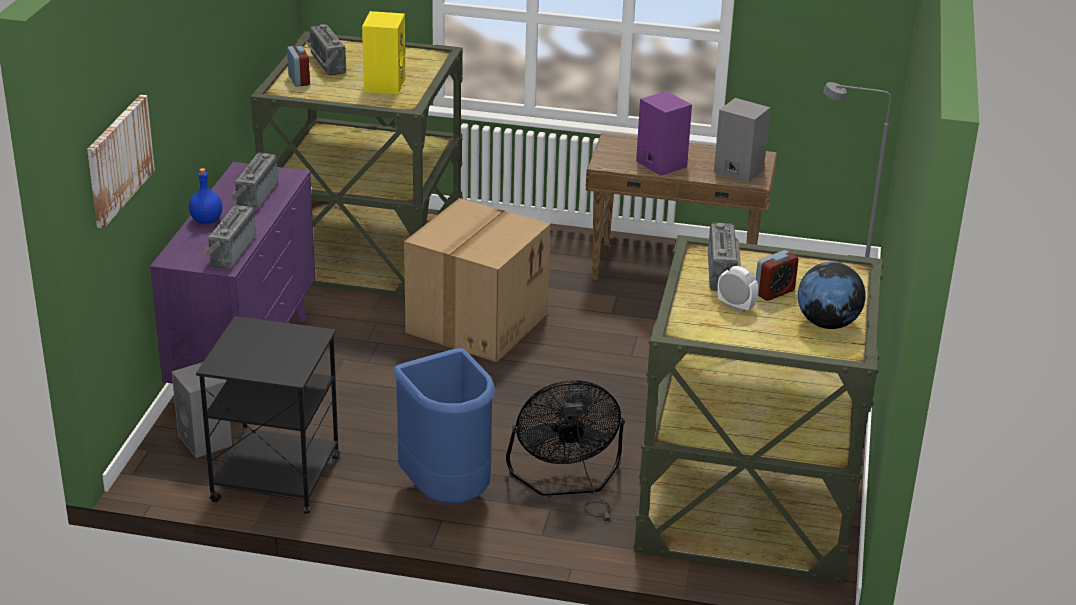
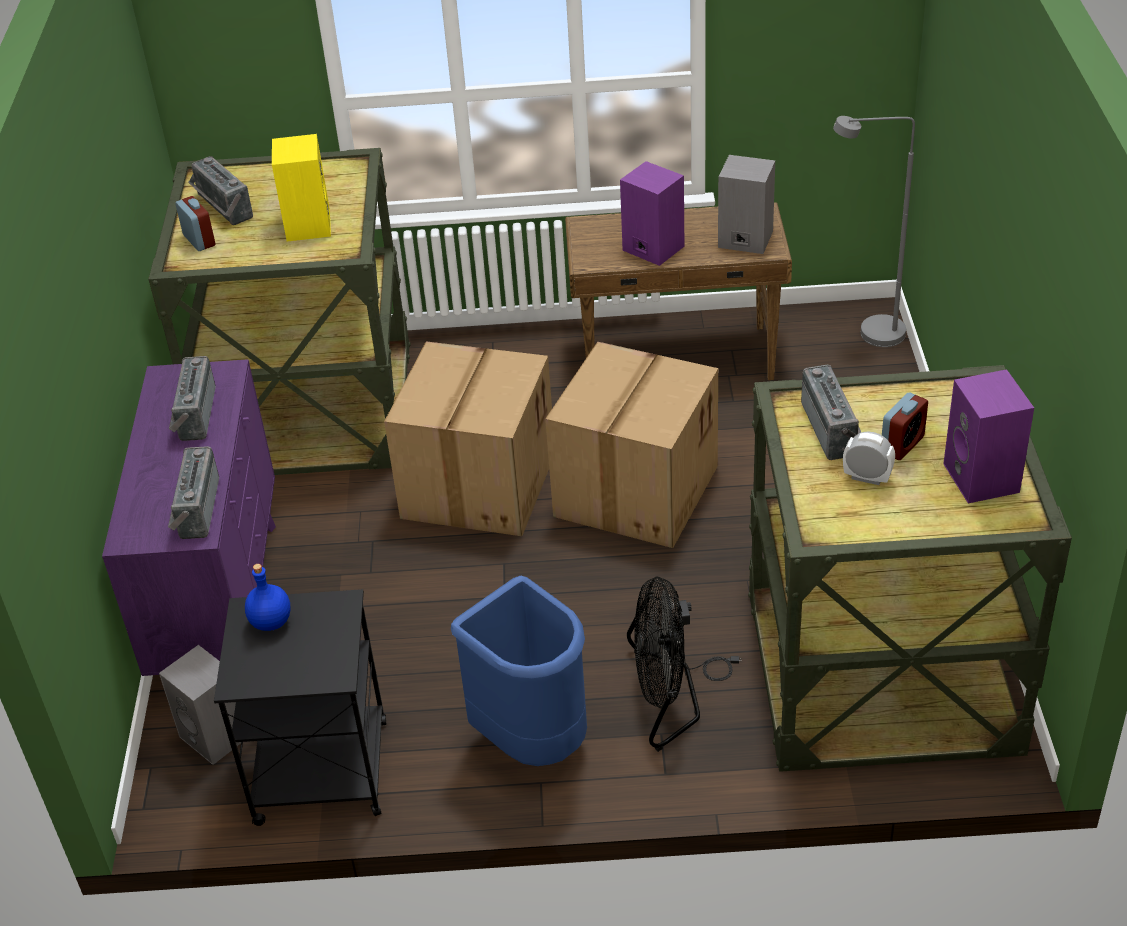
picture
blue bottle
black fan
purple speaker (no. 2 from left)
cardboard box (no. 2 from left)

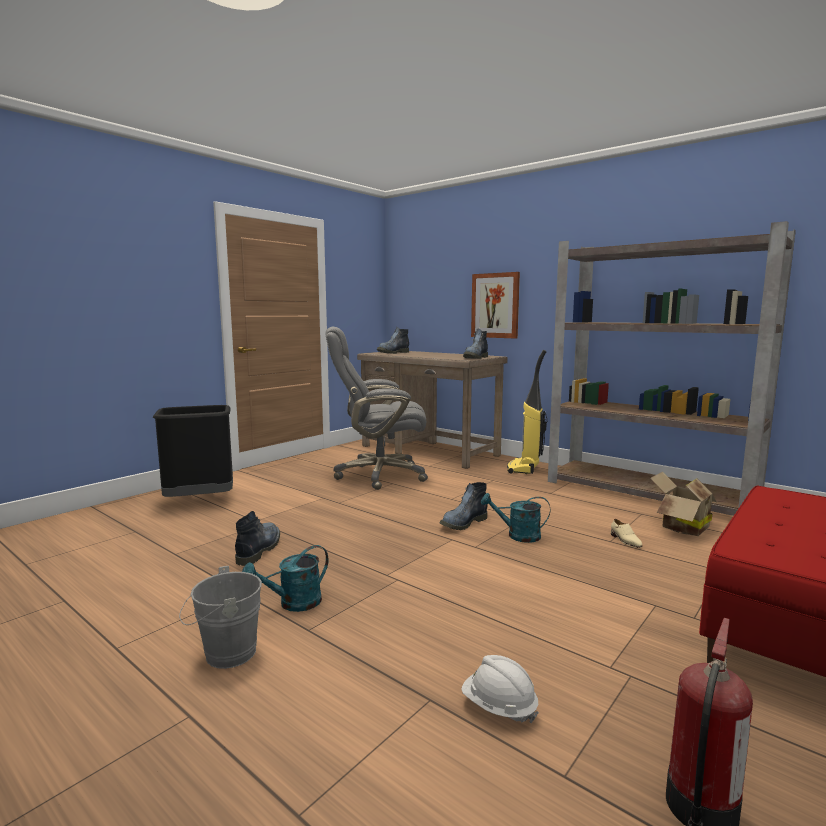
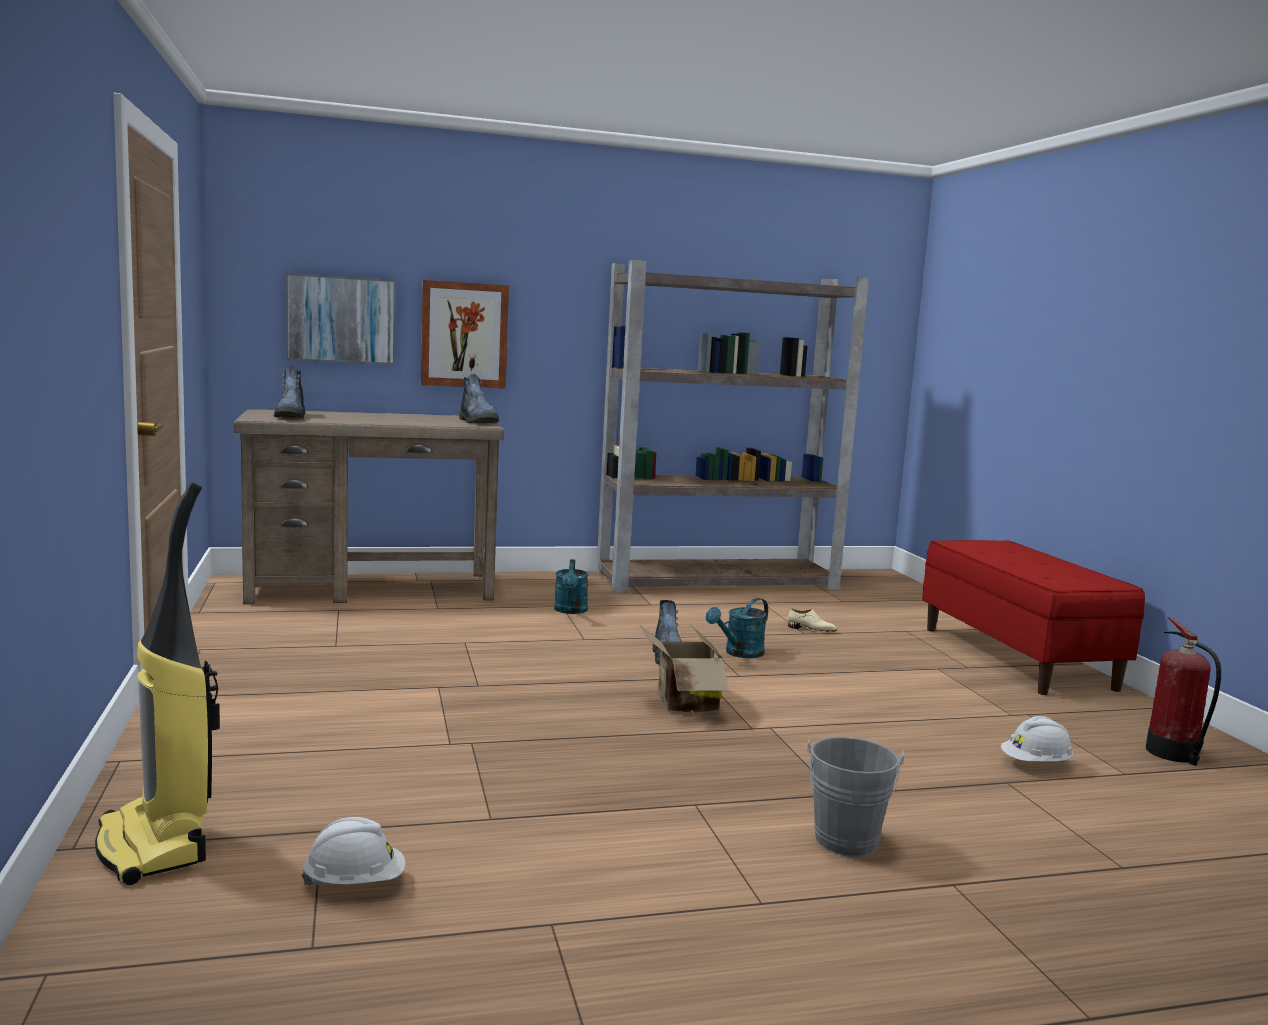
black trash can
boot (no. 1 from left in the first image)
turquoise watering can (no. 1 from left)
grey office chair
vacuum cleaner
cardboard box
picture (no. 1 from left)
white hard hat (no. 1 from left)

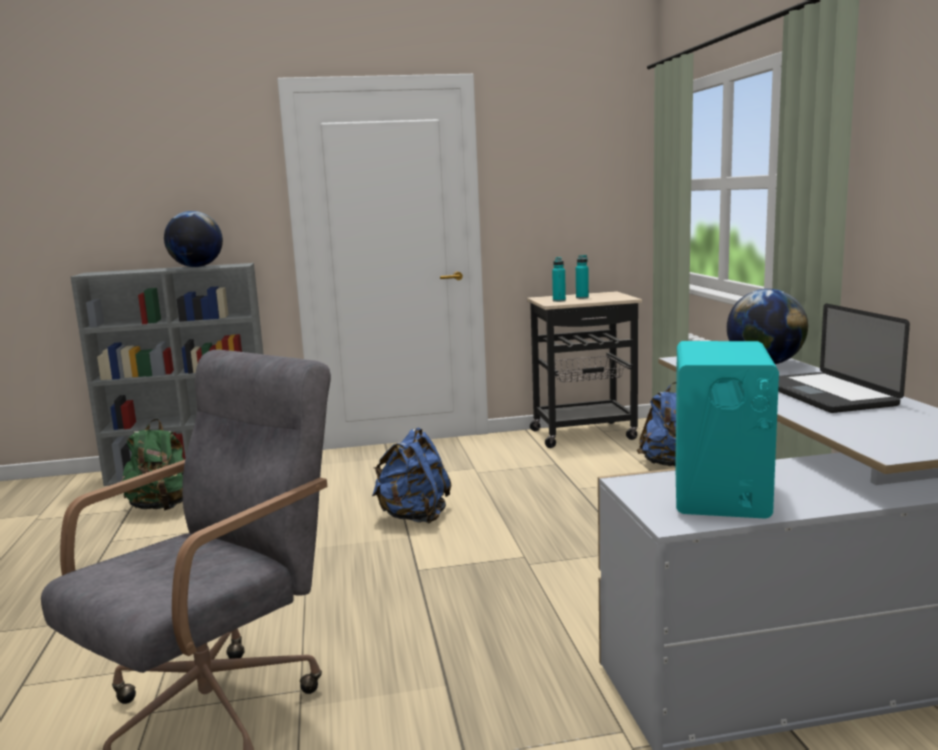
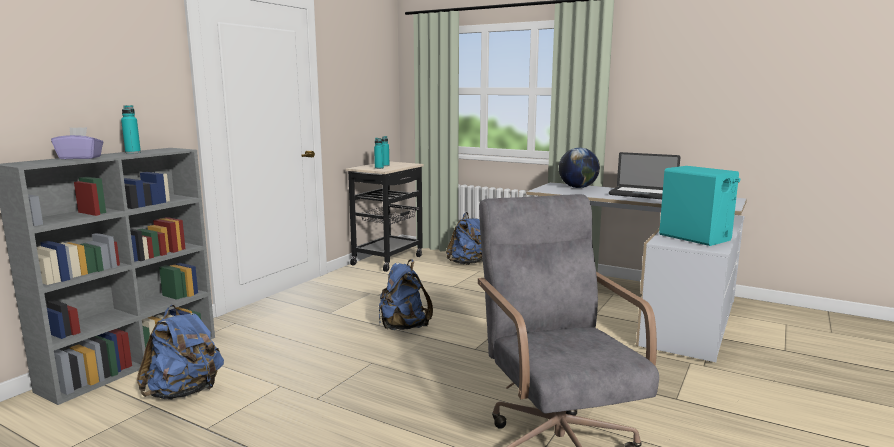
blue backpack (no. 1 from left)
turquoise bottle (no. 1 from left)
purple tissue box

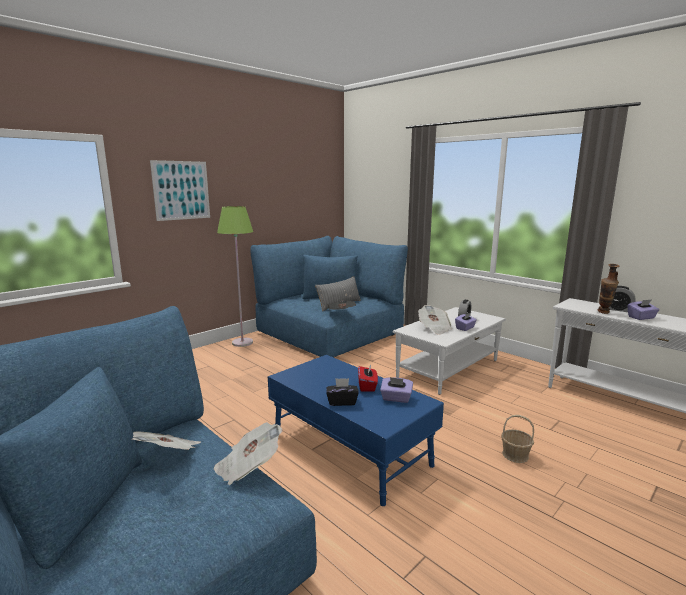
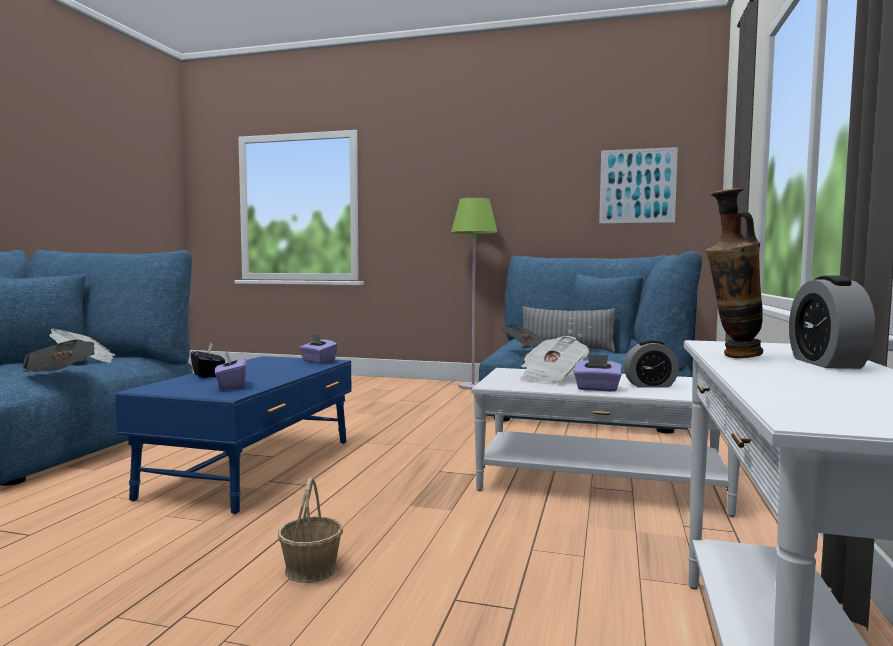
picture
red tissue box
purple tissue box (no. 2 from left)

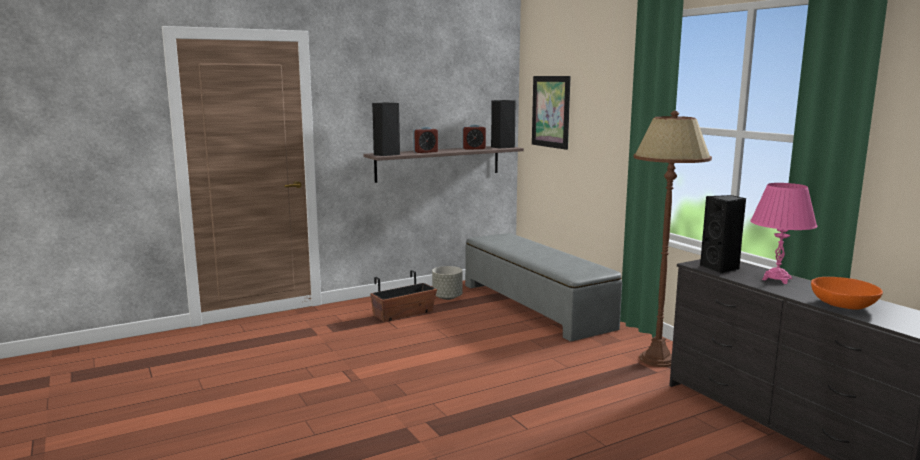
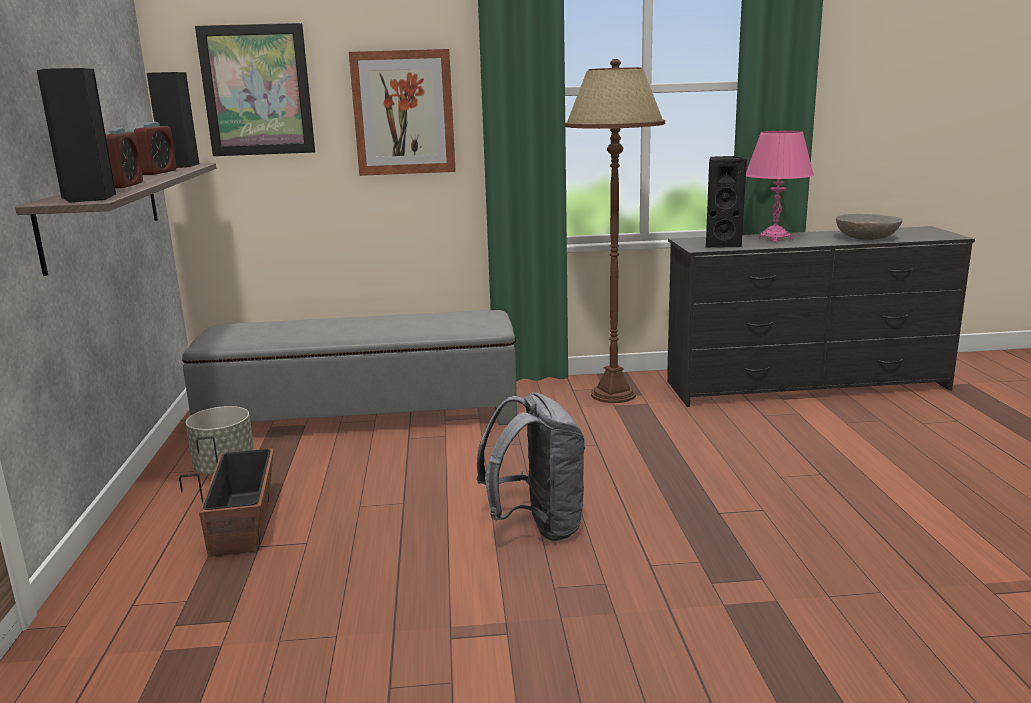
grey bowl
picture (no. 2 from left)
grey backpack

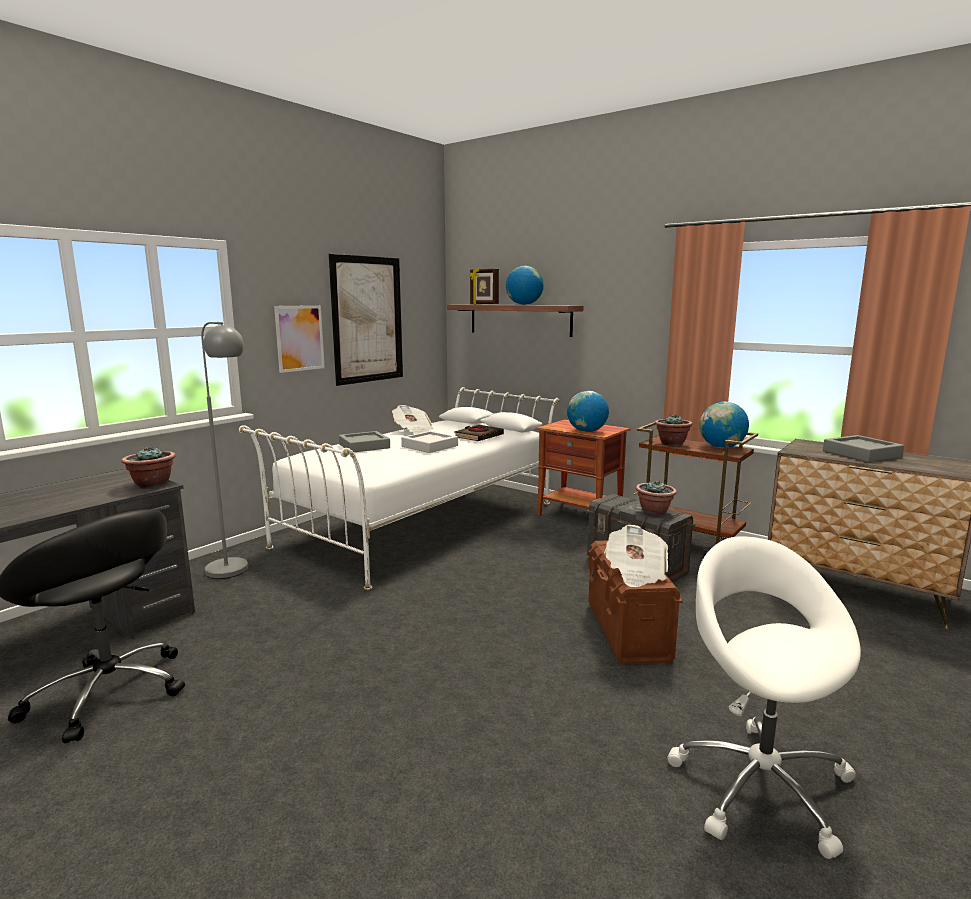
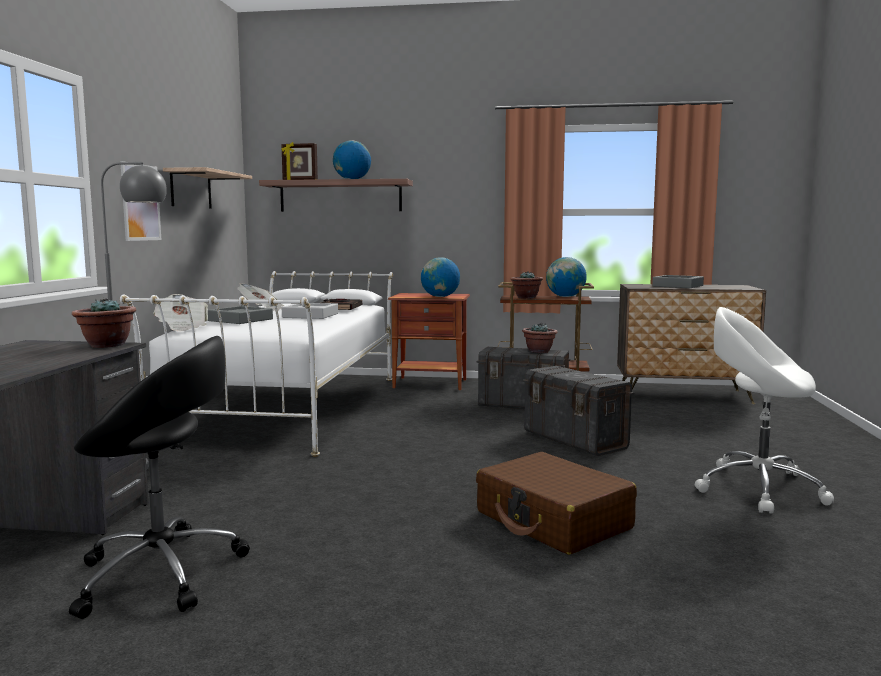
shelf (no. 1 from left)
grey storage box (no. 2 from left)
newspaper (no. 1 from left)
brown suitcase

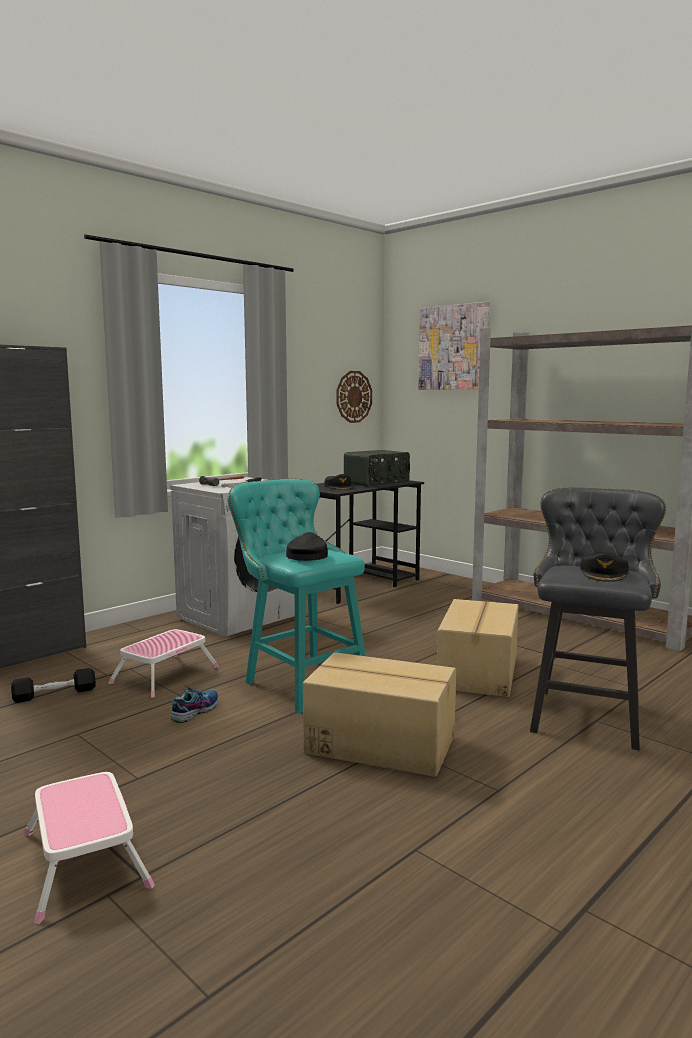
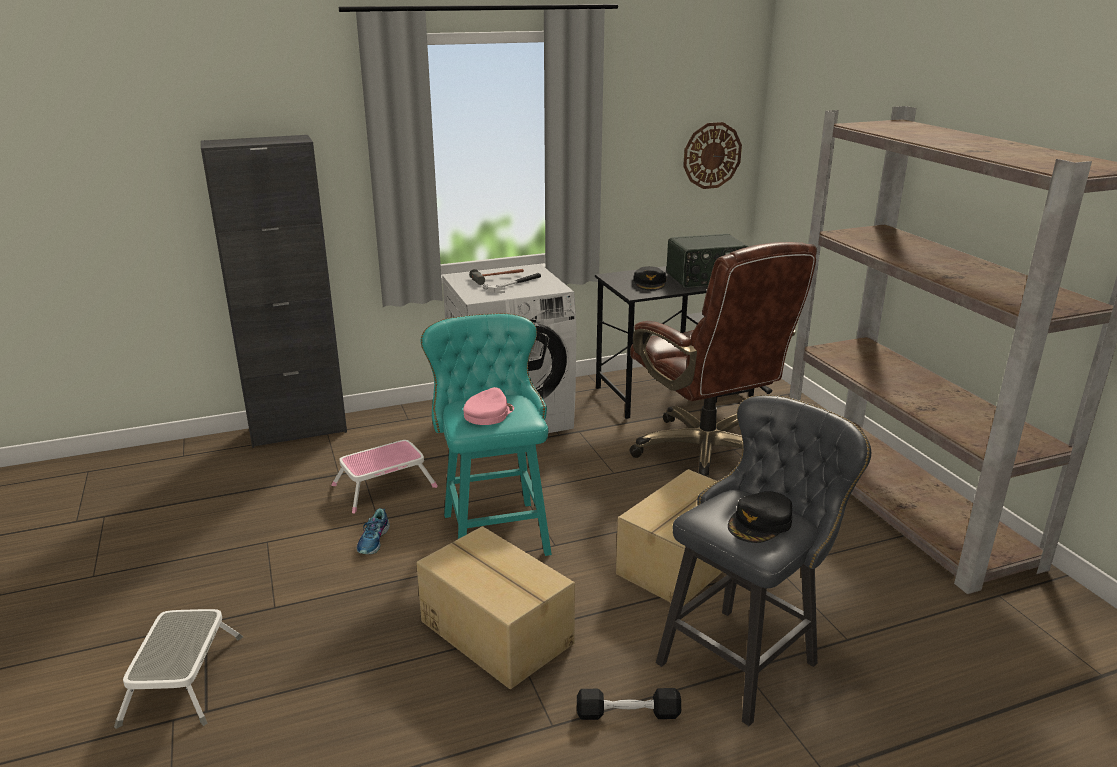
black dumbbell
grey step ladder
shoe
pink cap
picture
brown office chair

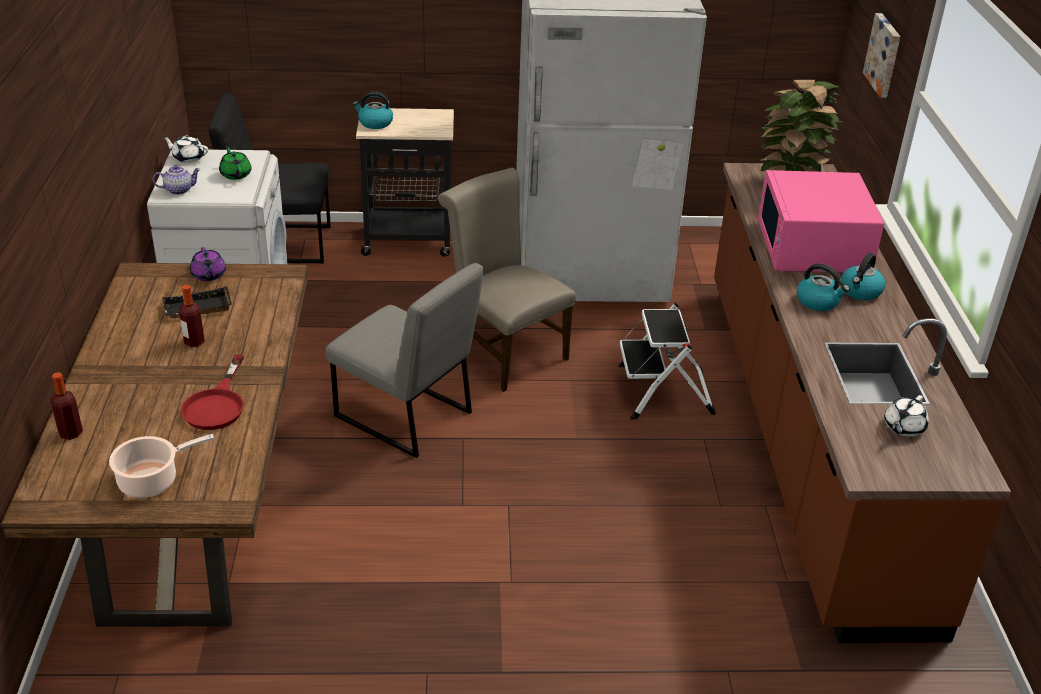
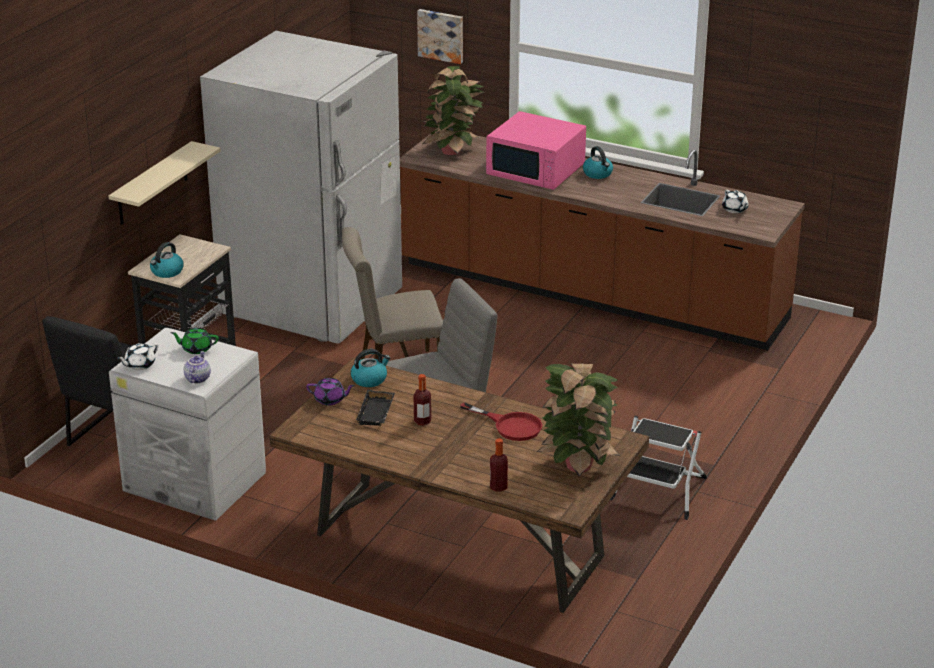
potted plant (no. 2 from left)
step ladder
kettle (no. 2 from left)
beige shelf

